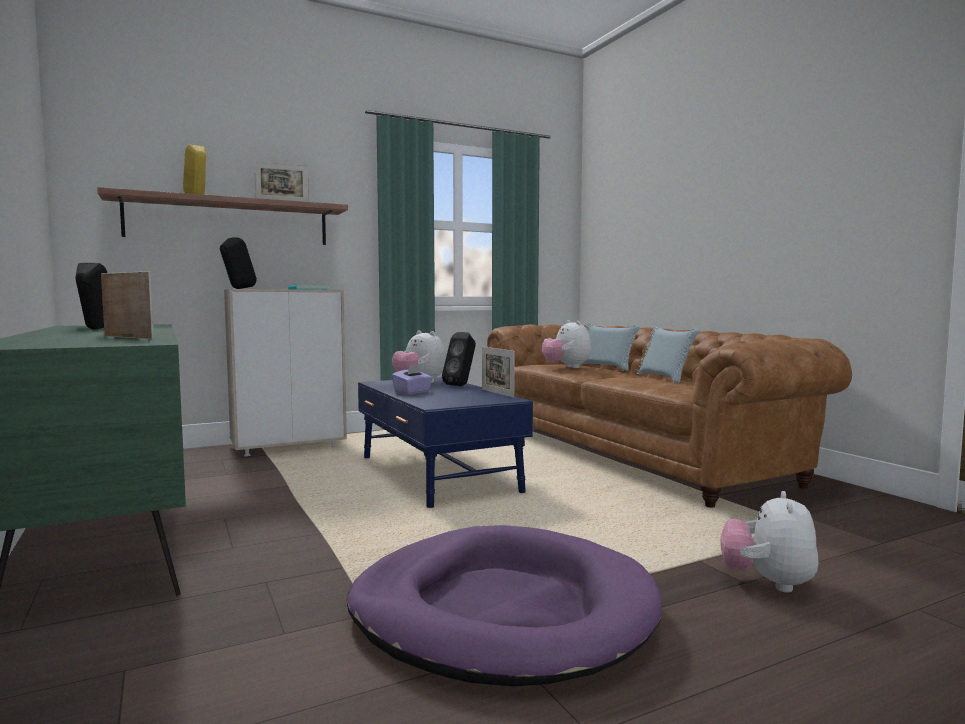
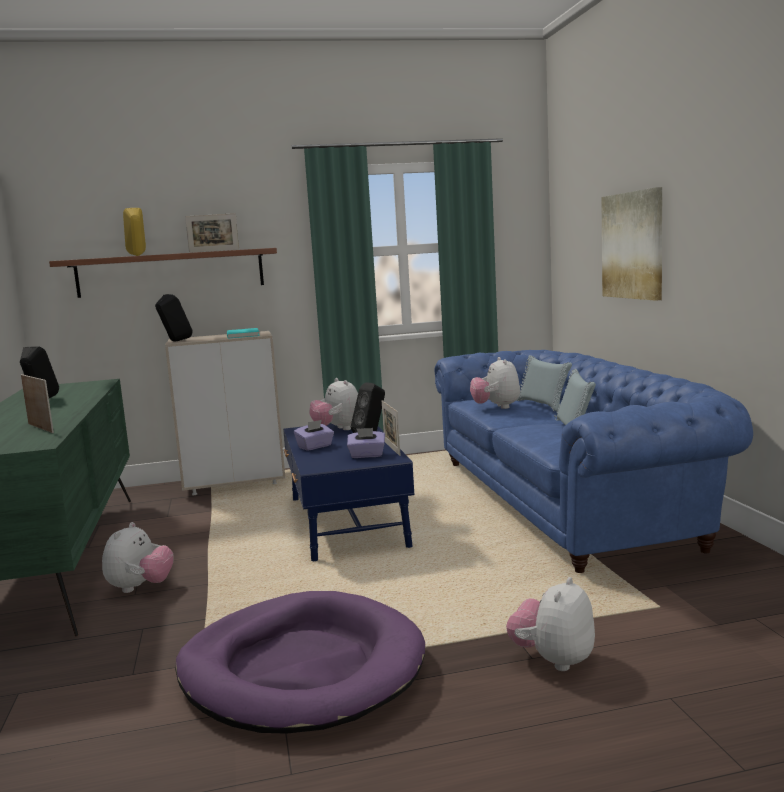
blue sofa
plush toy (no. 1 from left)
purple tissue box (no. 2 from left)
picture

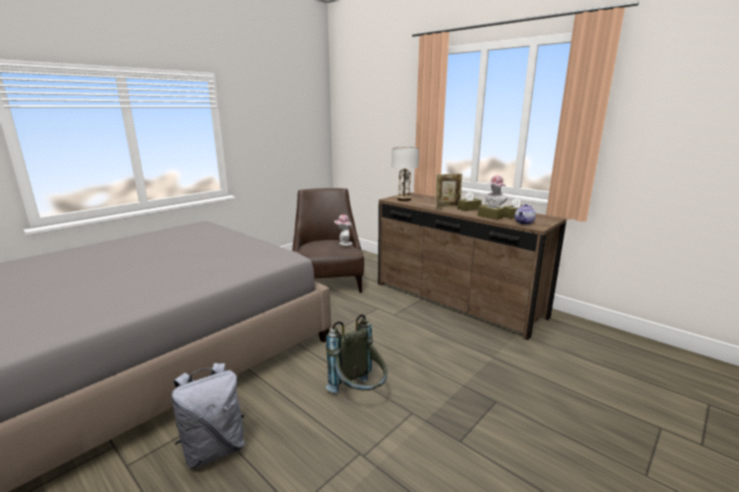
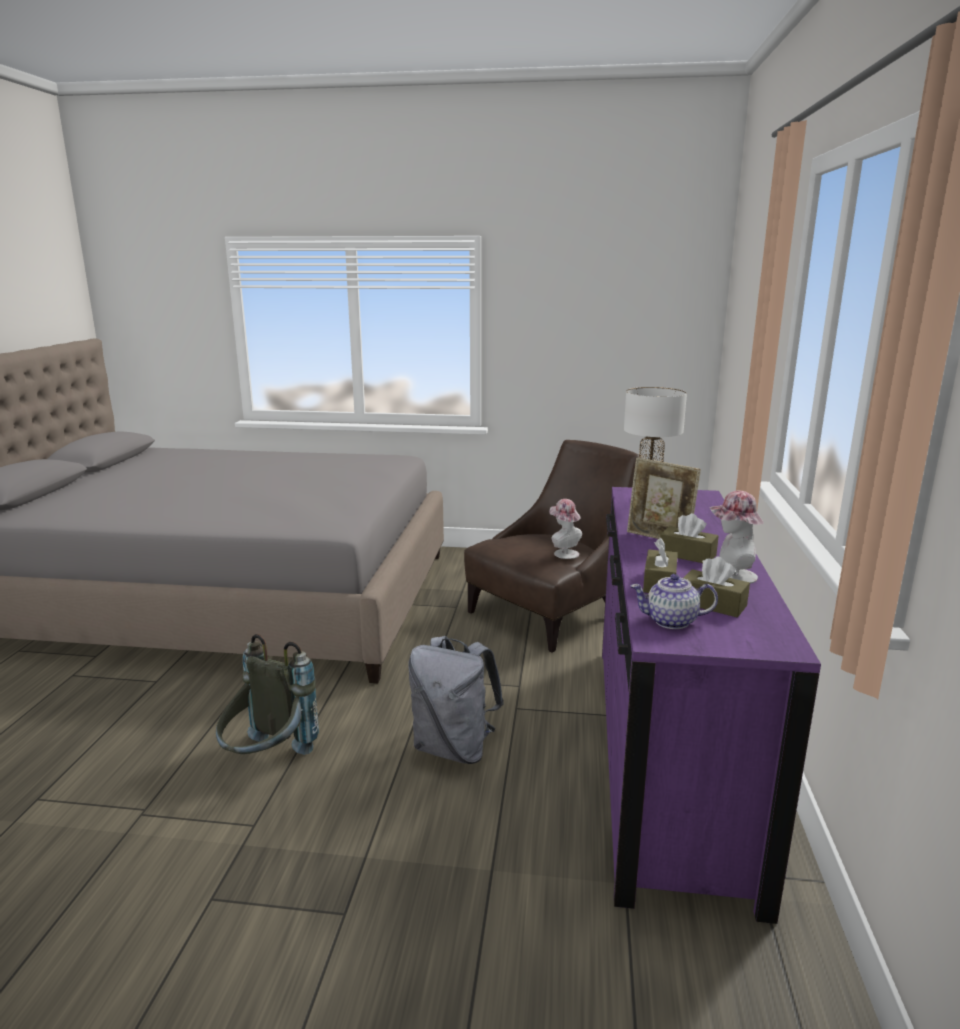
grey backpack (no. 2 from left)
purple dresser

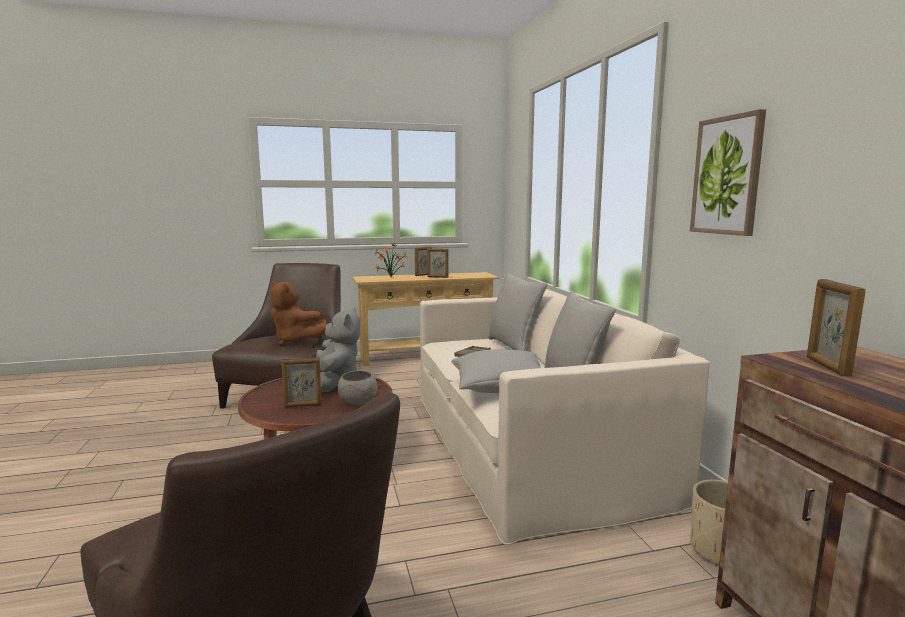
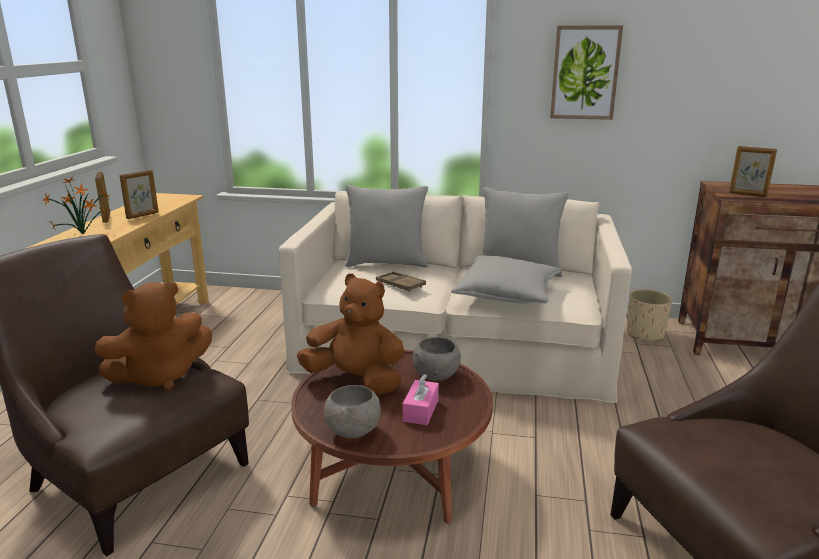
pink tissue box
brown plush toy (no. 2 from left)
grey bowl (no. 1 from left)

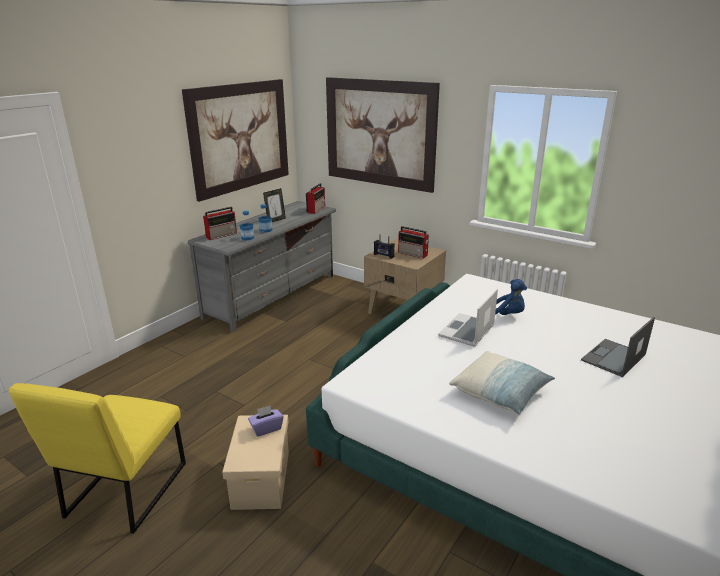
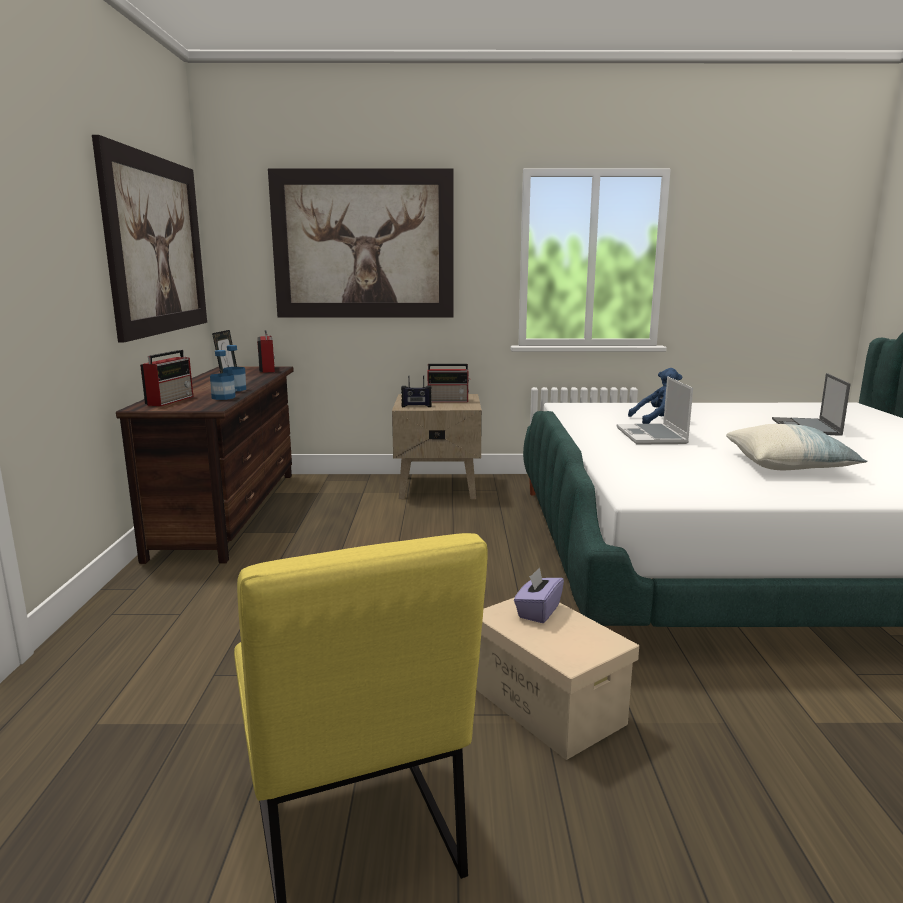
brown dresser

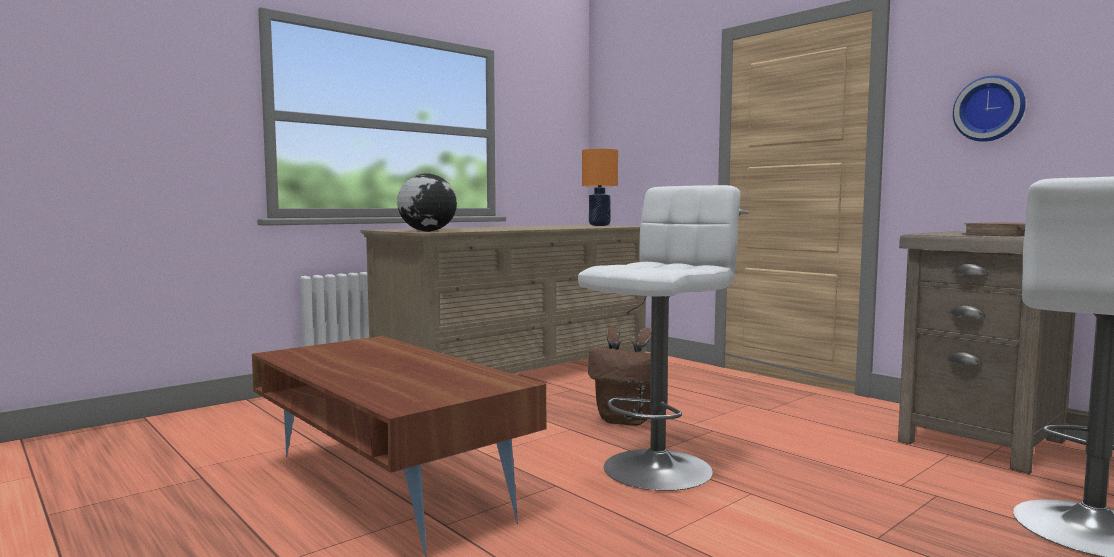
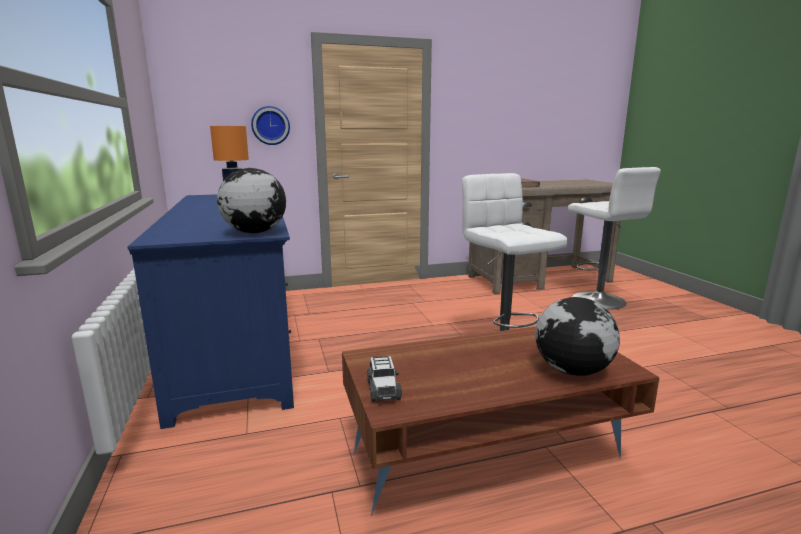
blue dresser
brown backpack
wall clock
toy car
globe (no. 2 from left)

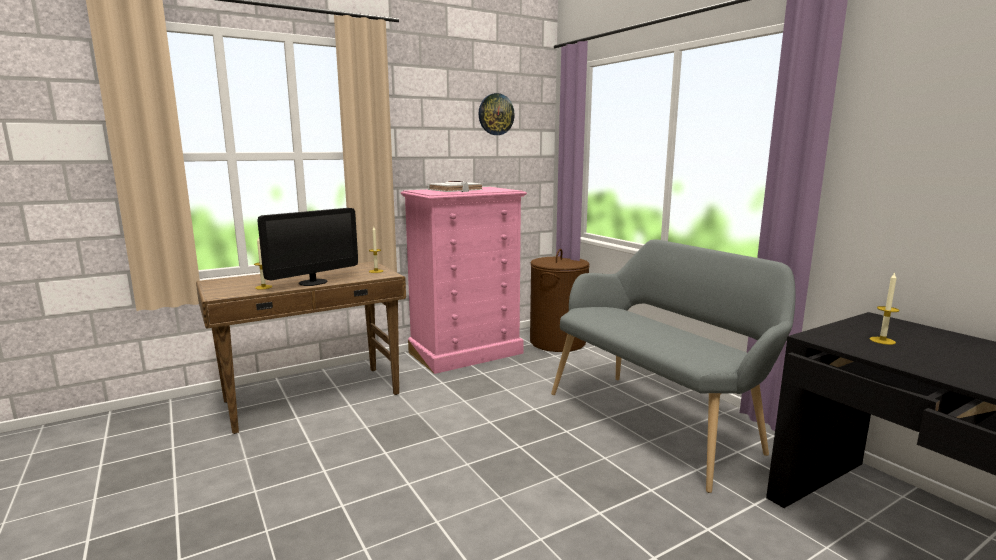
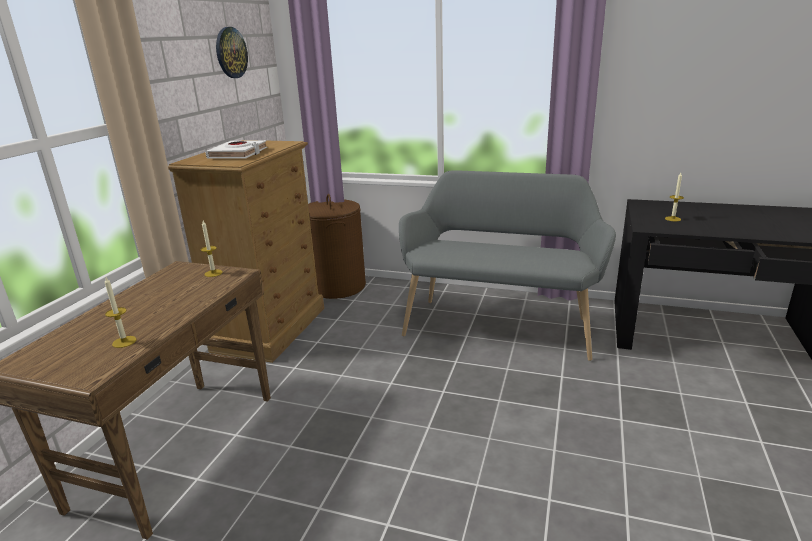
monitor
brown dresser

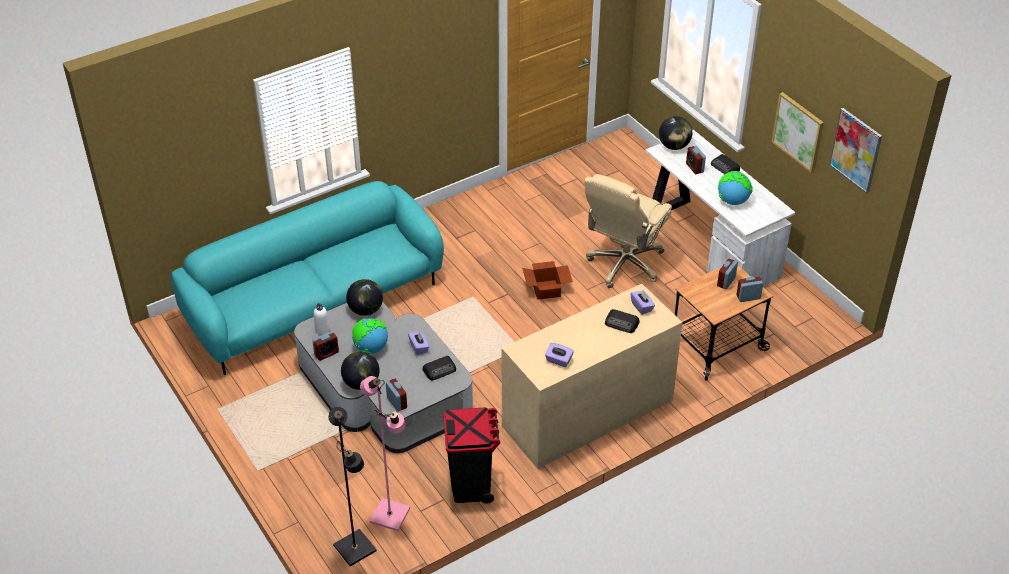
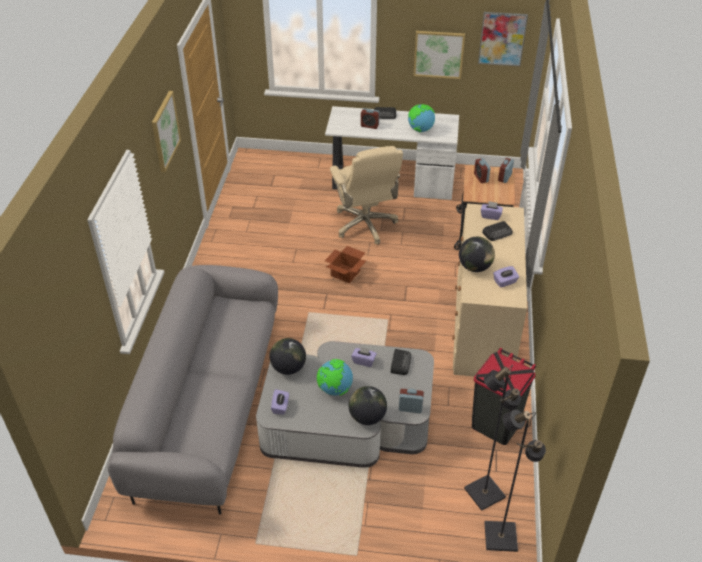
grey sofa
alarm clock (no. 1 from left in the first image)
purple tissue box (no. 1 from left)
black floor lamp (no. 1 from left)
globe (no. 5 from left)
picture (no. 1 from left)

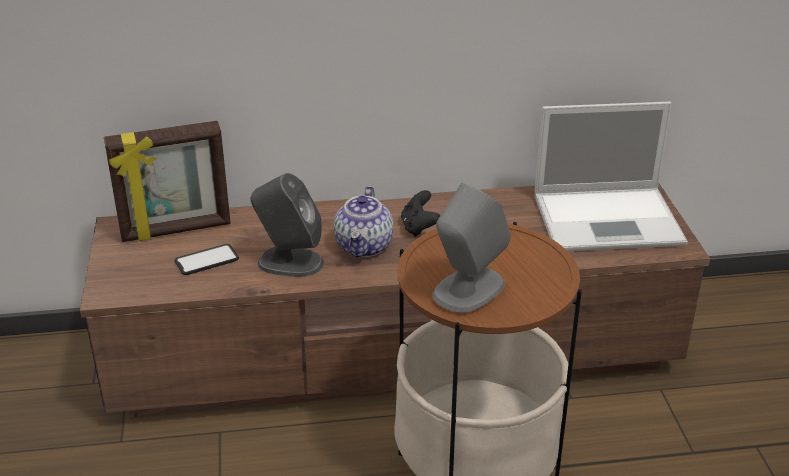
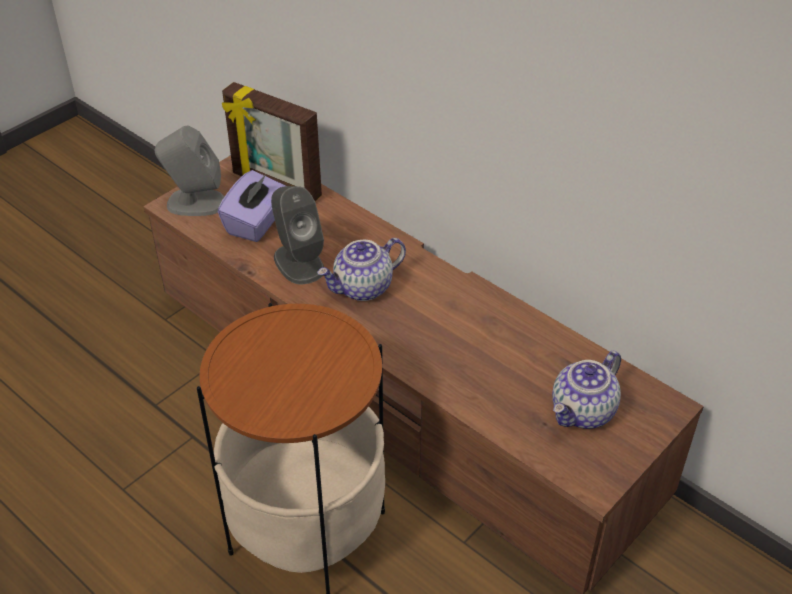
purple tissue box
black game controller
grey speaker (no. 1 from left)
teapot (no. 2 from left)

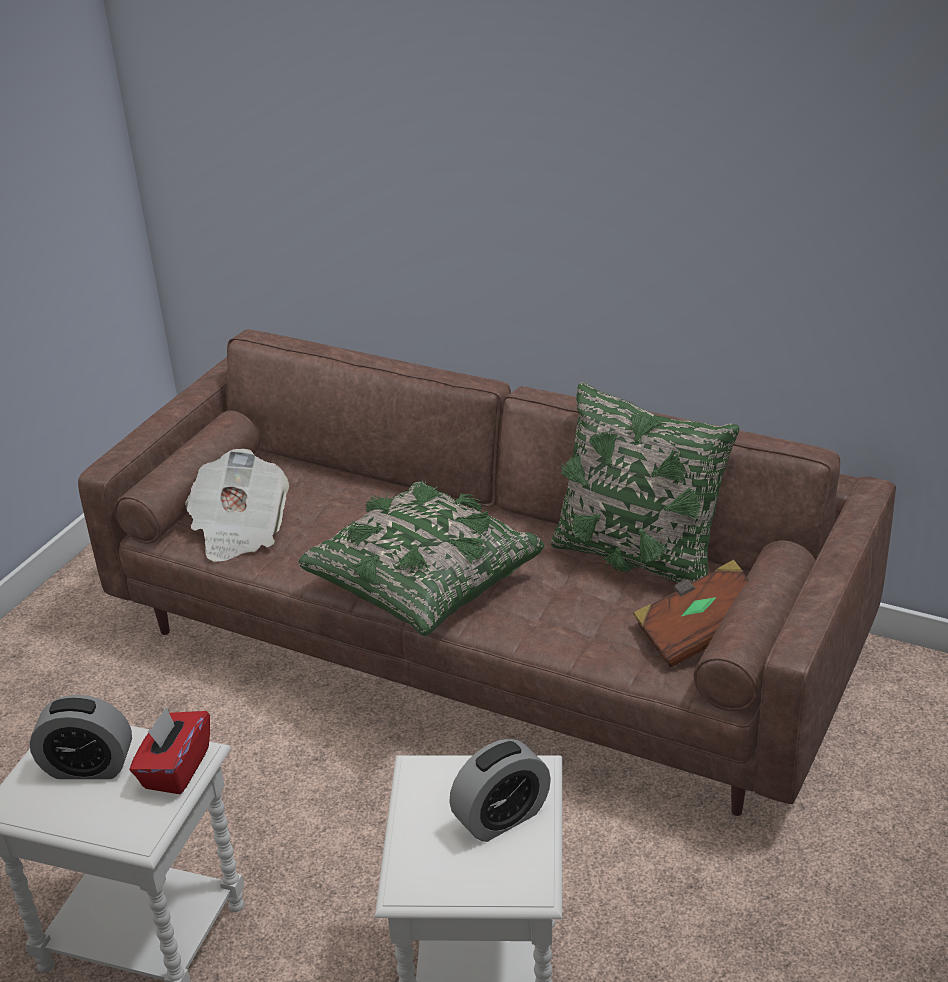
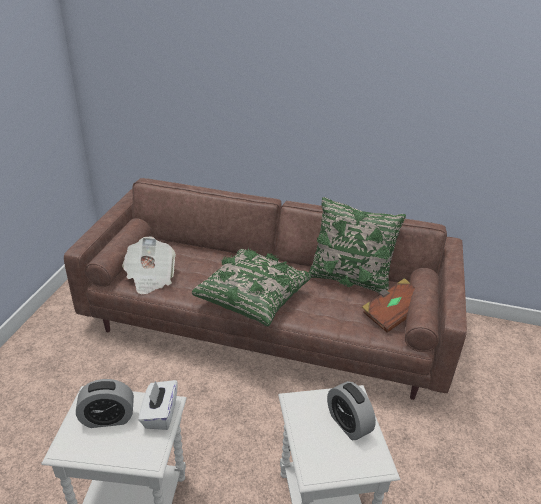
white tissue box
alarm clock (no. 2 from left)

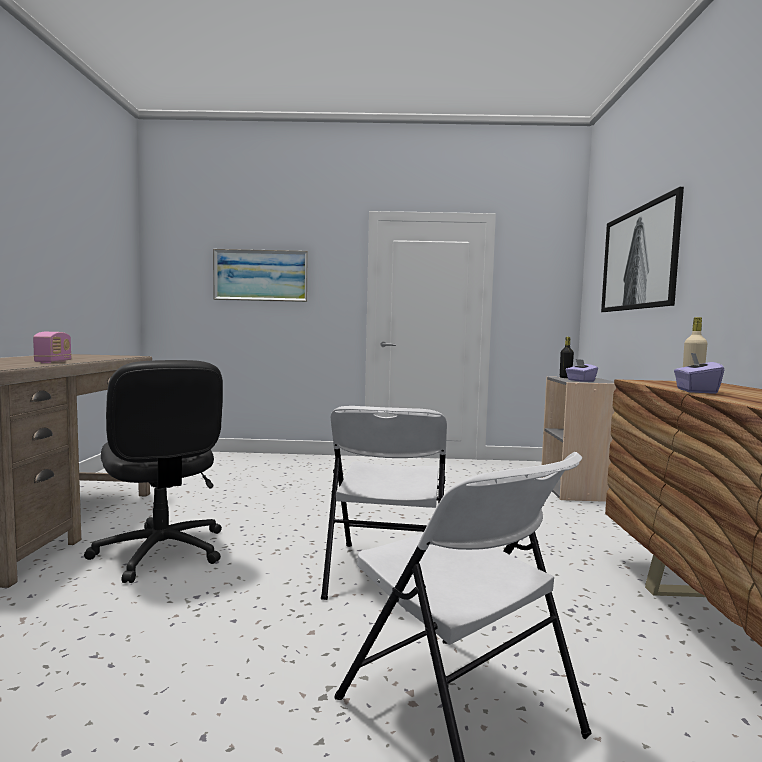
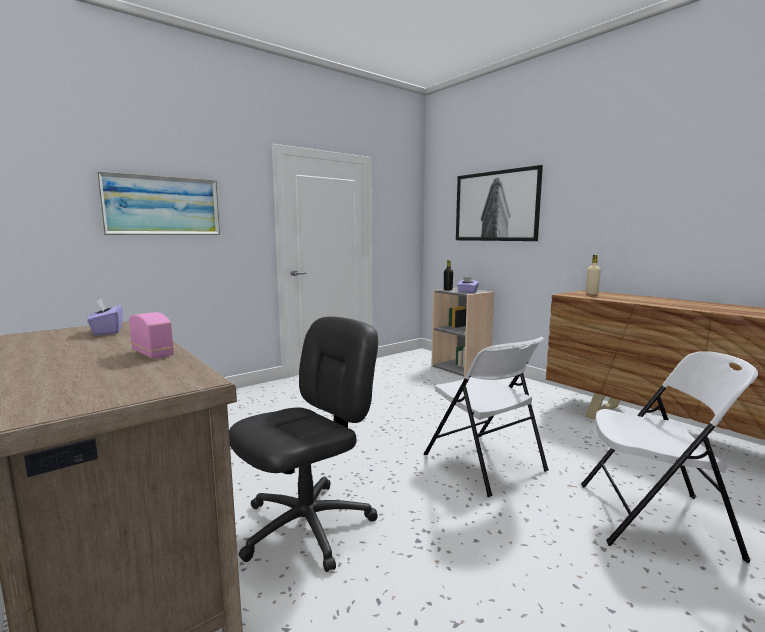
black office chair
purple tissue box (no. 1 from left)

